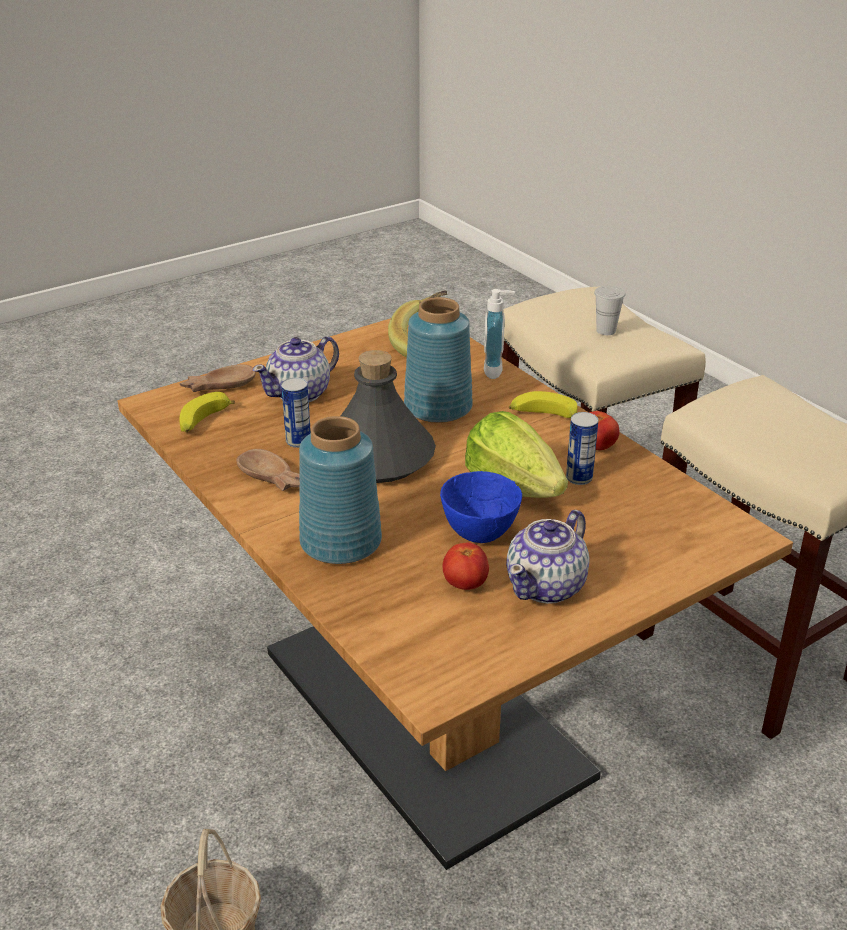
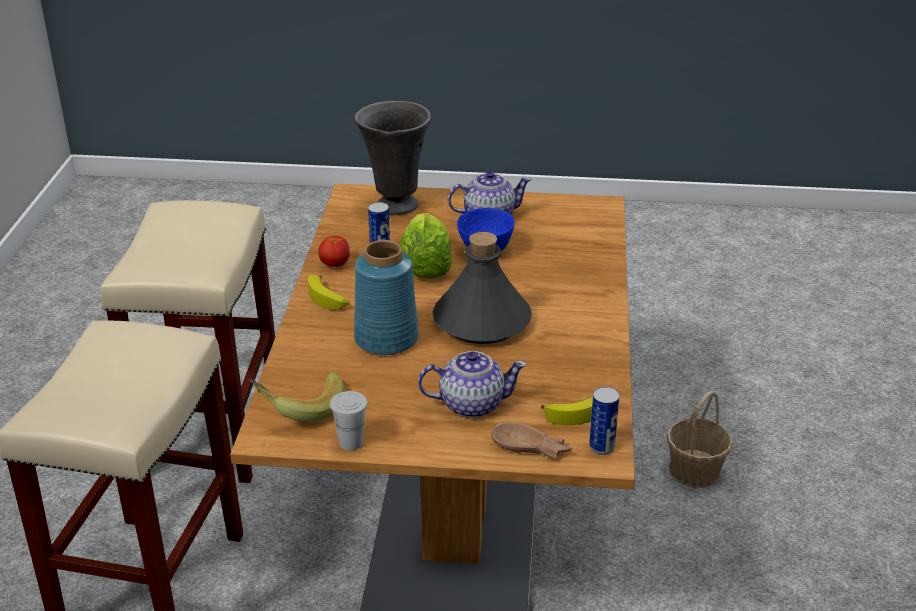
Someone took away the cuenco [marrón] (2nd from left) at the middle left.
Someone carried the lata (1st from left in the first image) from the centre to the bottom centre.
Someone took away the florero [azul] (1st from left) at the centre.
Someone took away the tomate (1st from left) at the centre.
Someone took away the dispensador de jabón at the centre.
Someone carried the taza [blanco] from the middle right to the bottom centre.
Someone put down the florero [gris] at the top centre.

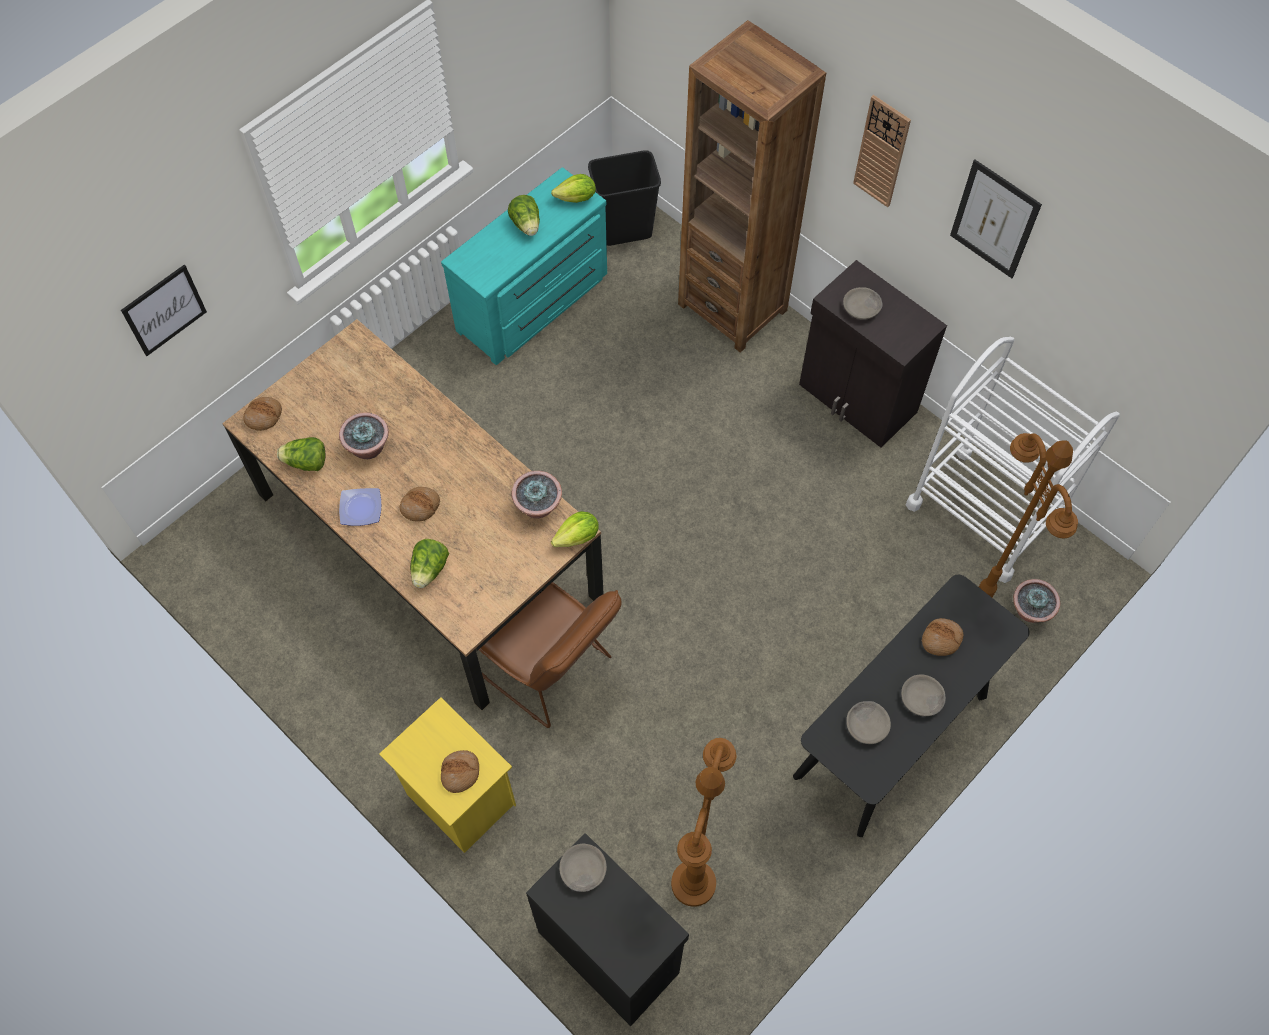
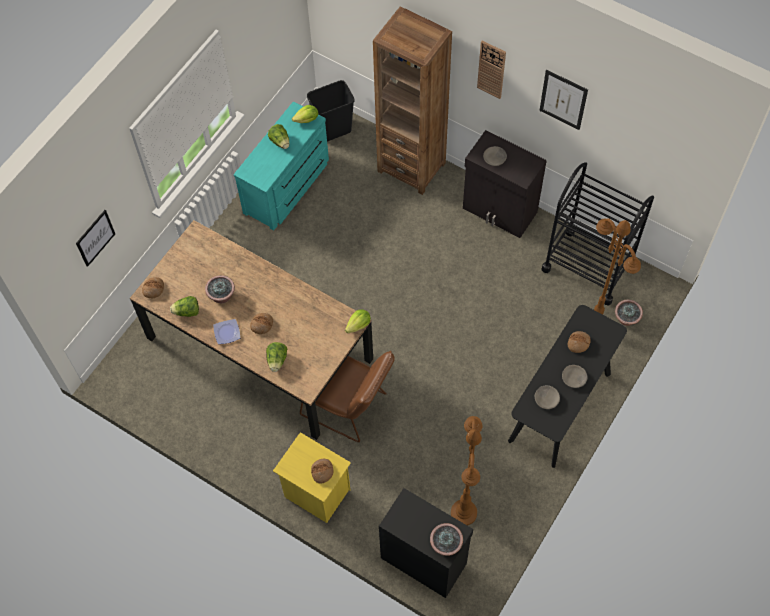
Someone carried the planta en maceta (2nd from left) from the centre to the bottom centre.
Someone took away the cuenco [gris] (1st from left) at the bottom centre.
Someone repainted the carrito [blanco] at the middle right, which became the carrito [negro] at the middle right.

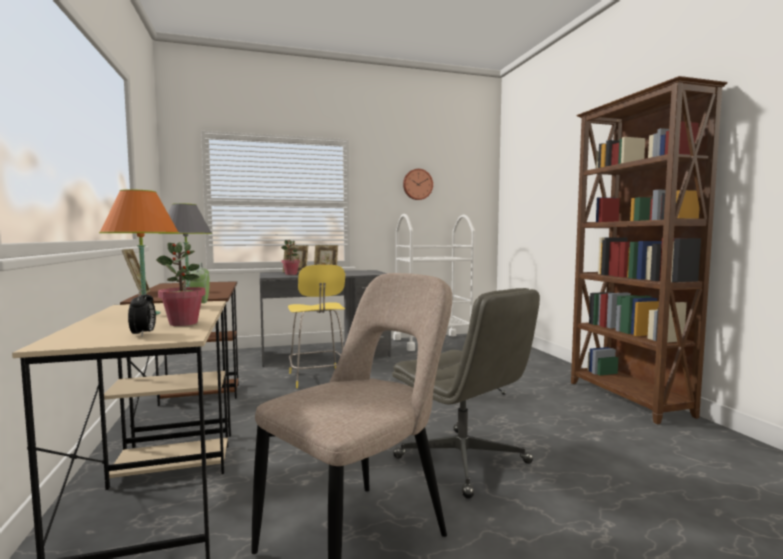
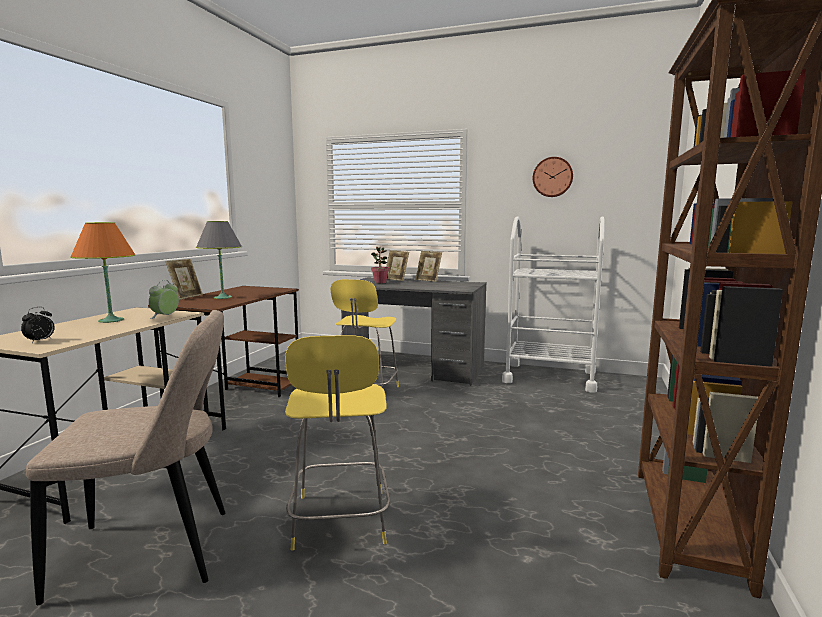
Someone took away the planta en maceta (1st from left) at the middle left.
Someone swapped the silla de oficina [gris] at the bottom centre for the taburete [amarillo] (1st from left) at the bottom centre.

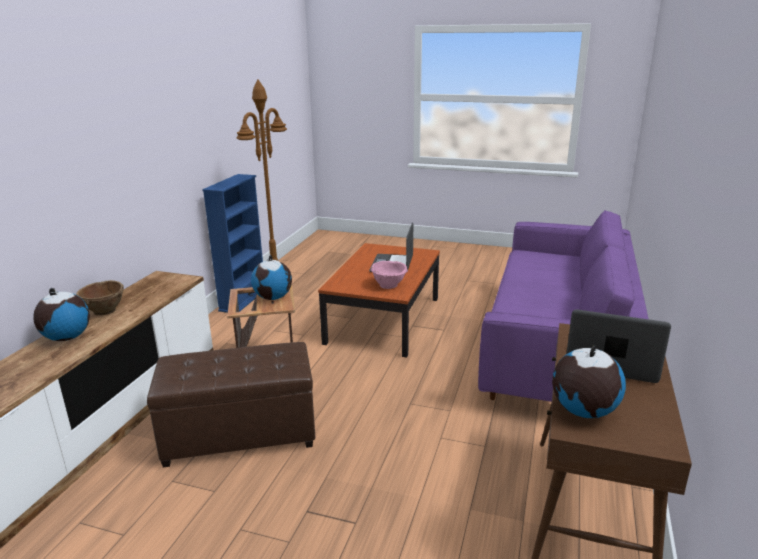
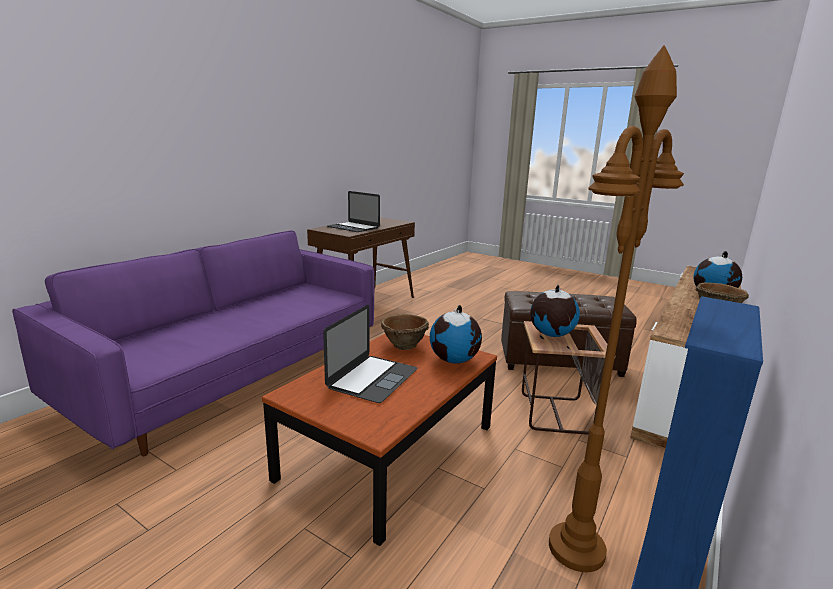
Someone repainted the cuenco [rosa] at the centre, which became the cuenco [marrón] (1st from left) at the centre.
Someone carried the globo terráqueo (3rd from left in the first image) from the bottom right to the centre.

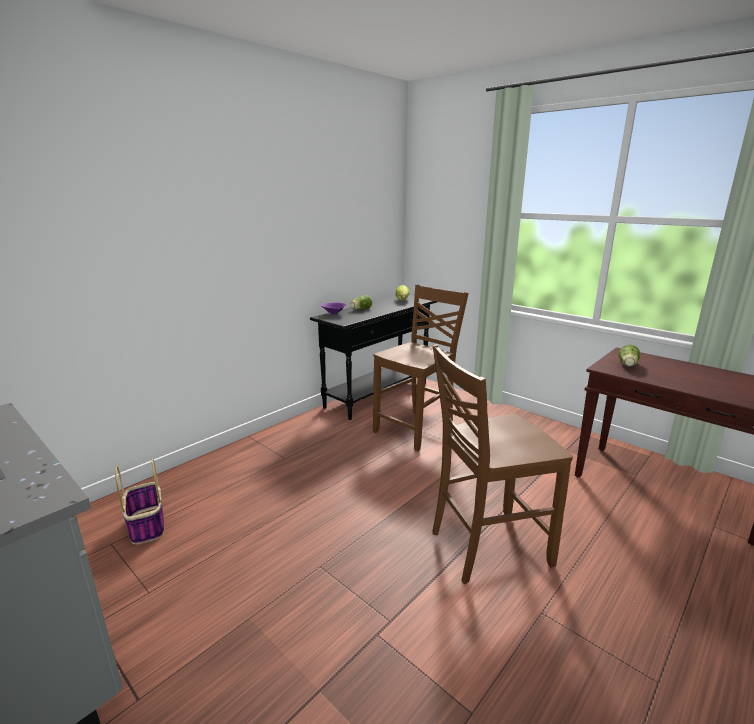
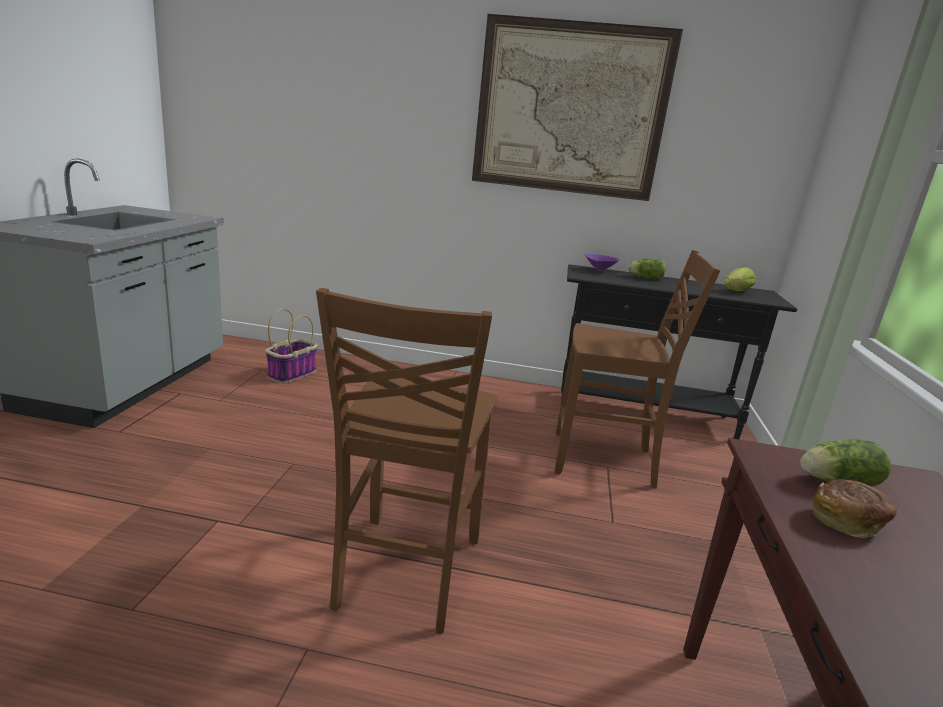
Someone rotated the silla [marrón] (2nd from left in the first image) at the centre by 120 degrees counterclockwise.
Someone put up the cuadro at the top centre.
Someone put down the pan at the bottom right.

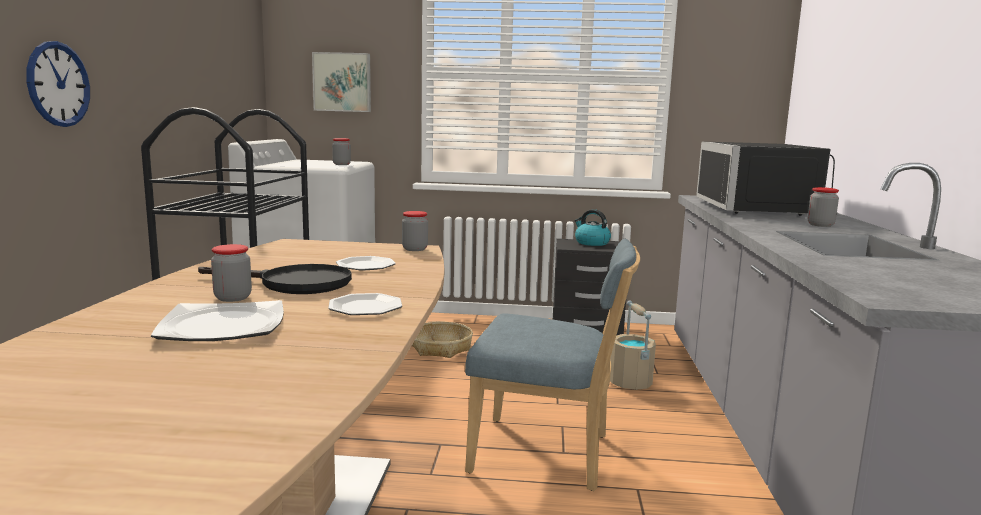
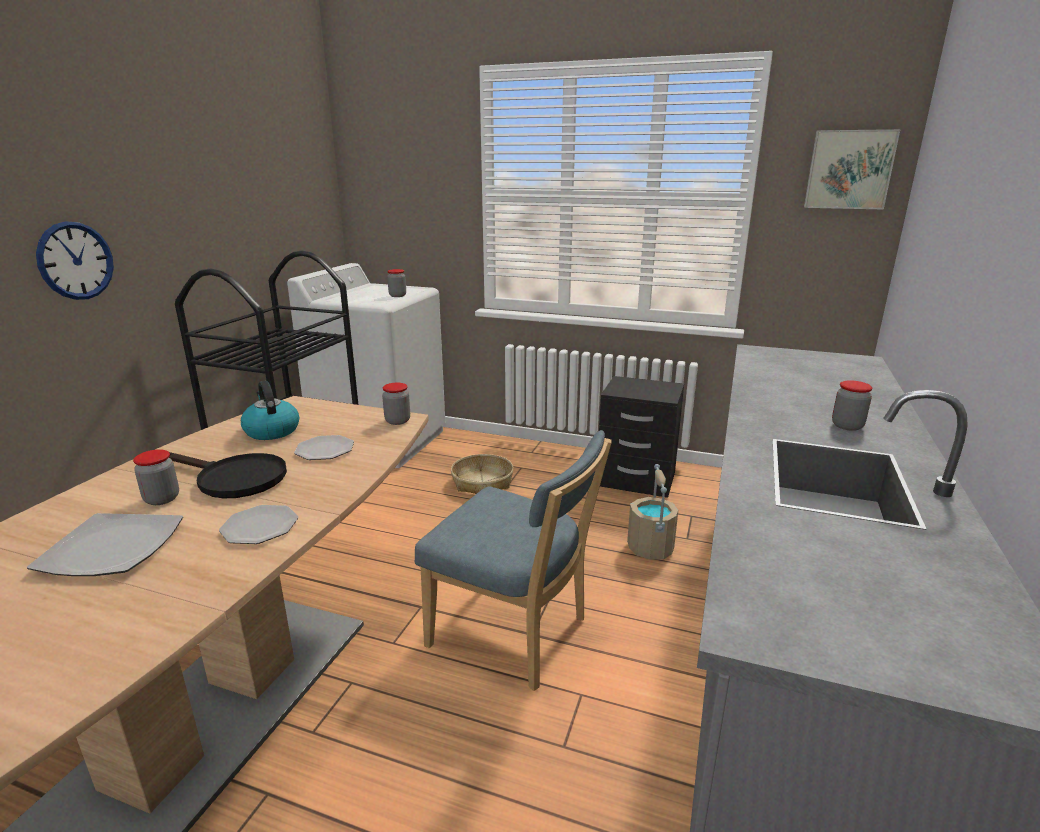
Someone carried the cuadro from the top centre to the top right.
Someone carried the hervidor from the centre to the middle left.
Someone took away the microondas [negro] at the middle right.

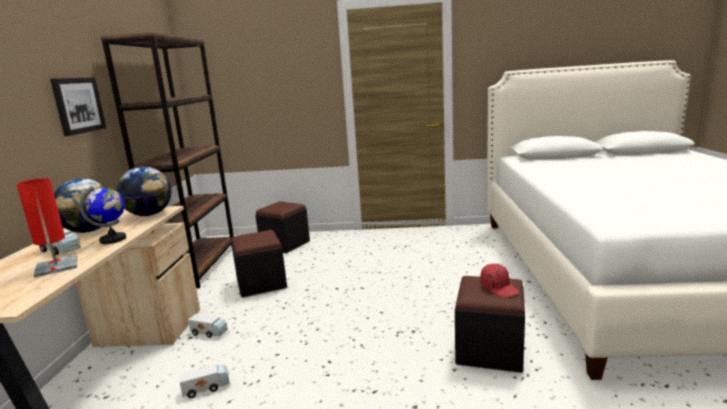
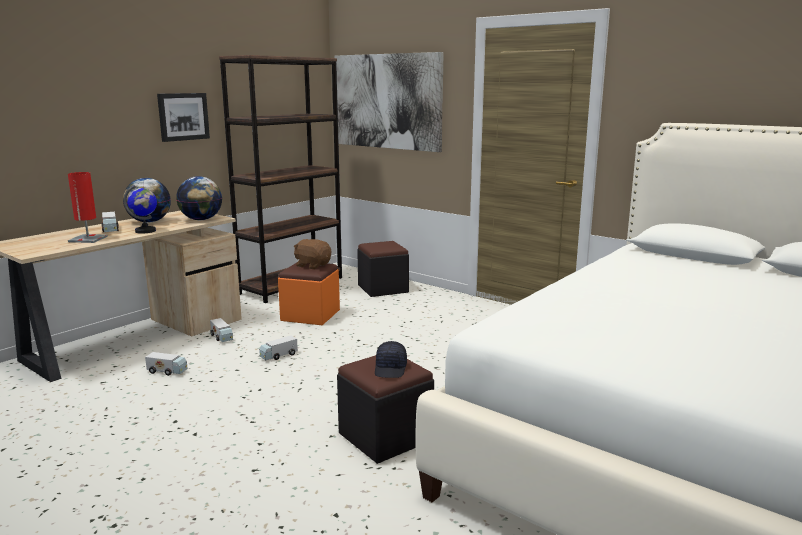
Someone repainted the puf [negro] (1st from left) at the centre, which became the puf [naranja] at the centre.
Someone repainted the gorra [rojo] at the bottom right, which became the gorra [negro] at the bottom centre.
Someone put down the camión de juguete (4th from left) at the centre.
Someone put down the peluche [marrón] at the centre.
Someone put up the cuadro (2nd from left) at the top centre.

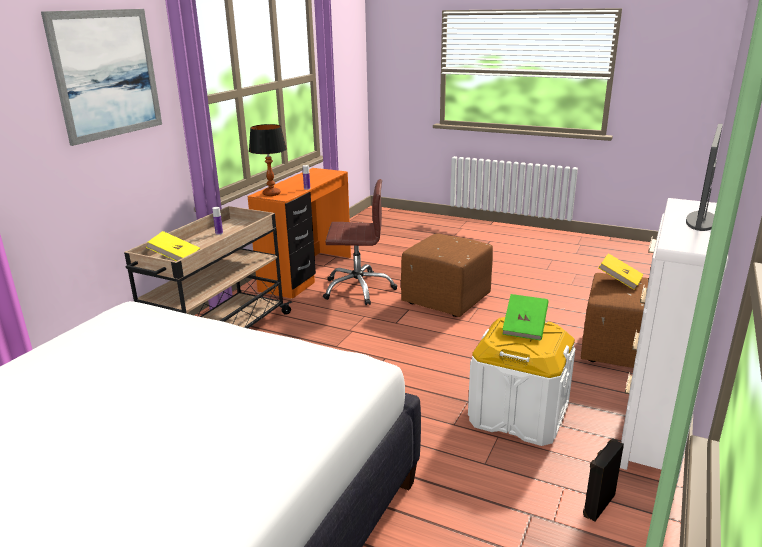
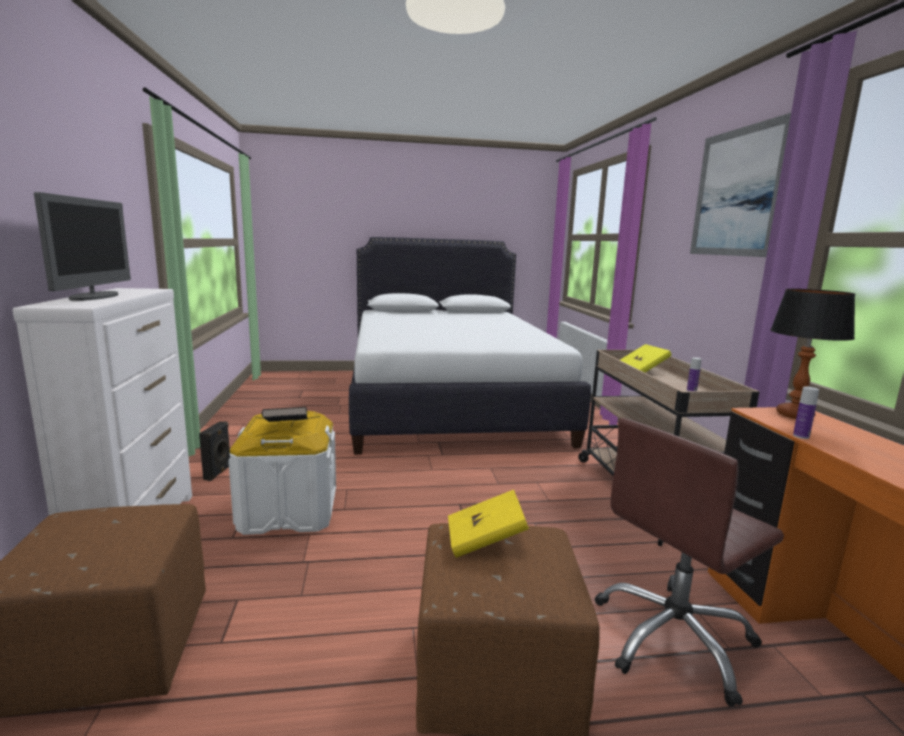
Someone repainted the libro [verde] at the middle right, which became the libro [negro] at the middle left.
Someone carried the libro [amarillo] (2nd from left in the first image) from the middle right to the bottom centre.

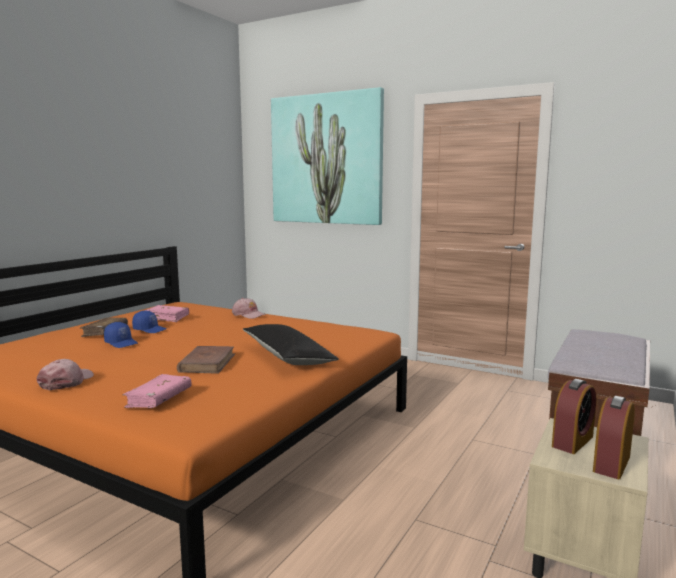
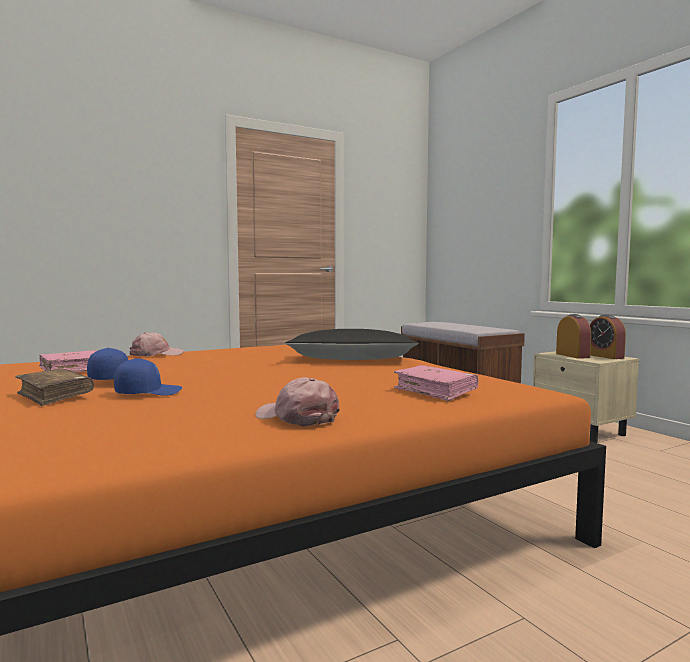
Someone took away the libro [marrón] (2nd from left) at the middle left.
Someone took away the cuadro at the top centre.

